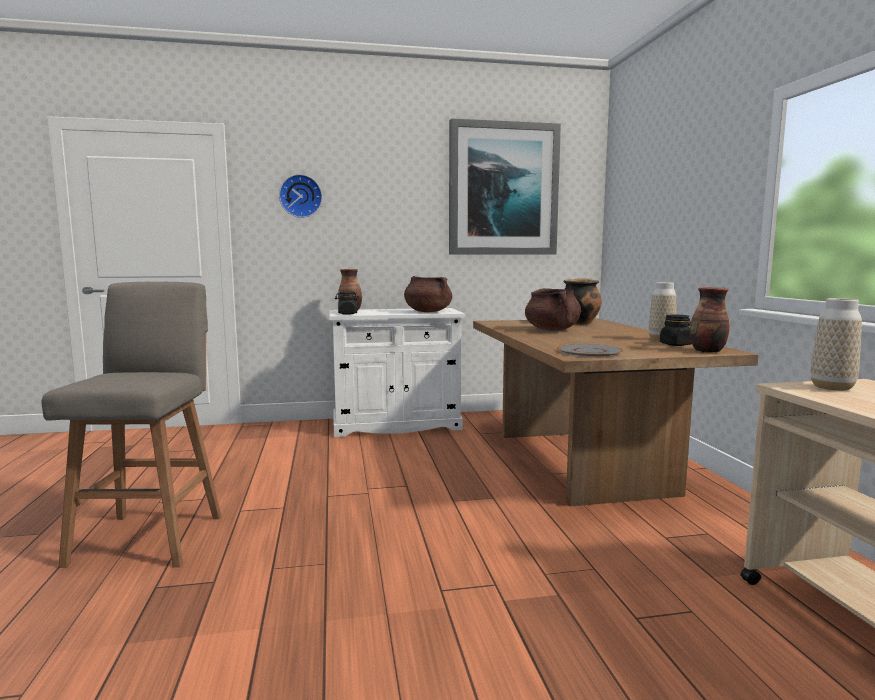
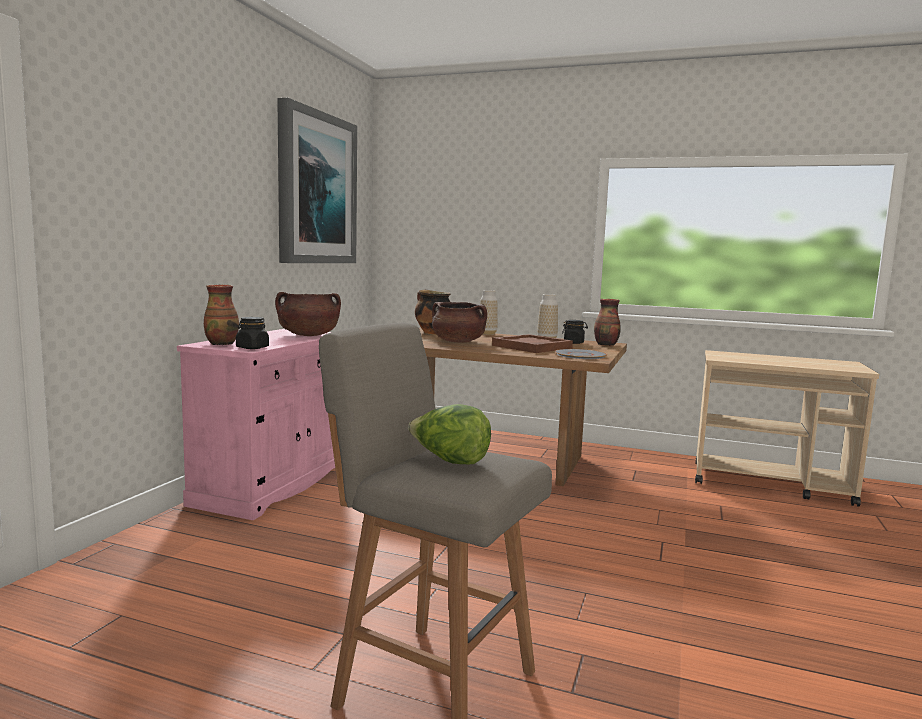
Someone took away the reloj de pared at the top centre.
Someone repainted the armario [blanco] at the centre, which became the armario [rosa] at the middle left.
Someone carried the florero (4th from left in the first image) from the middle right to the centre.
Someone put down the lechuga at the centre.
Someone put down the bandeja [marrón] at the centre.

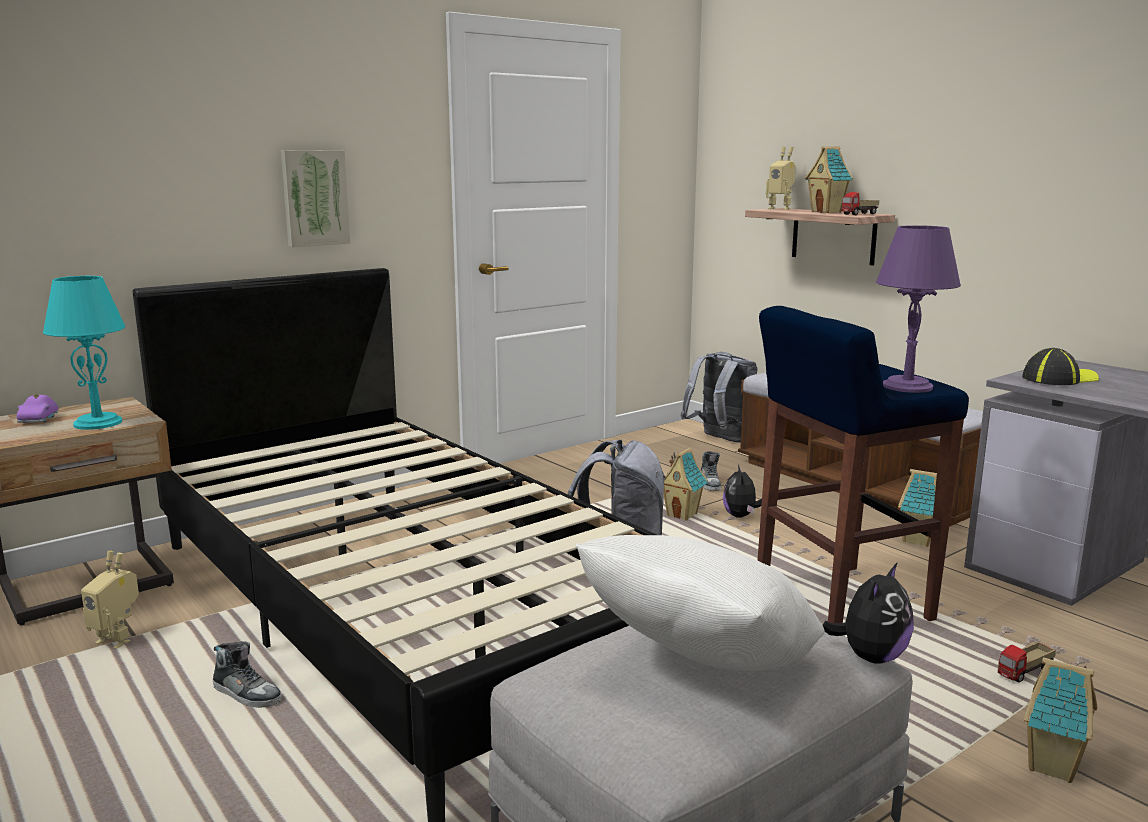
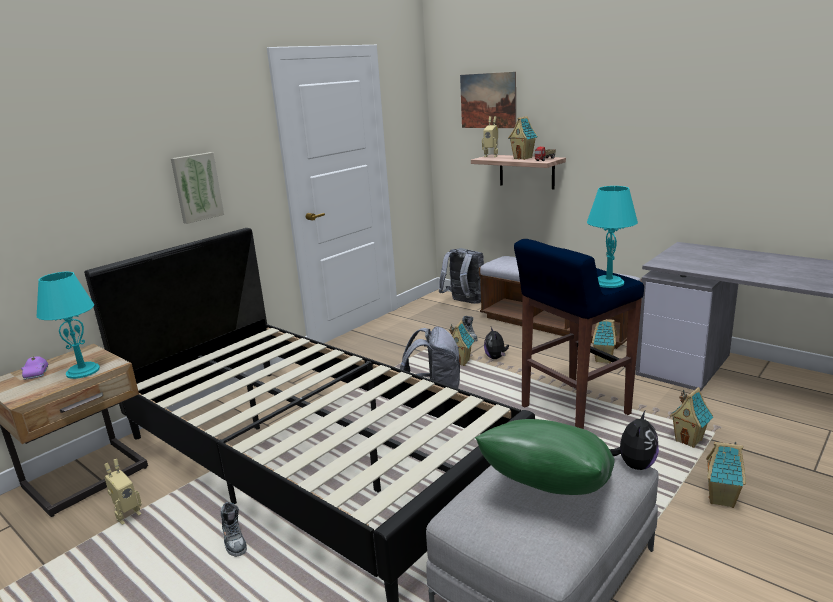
Someone rotated the robot de juguete (1st from left) at the bottom left by 60 degrees counterclockwise.
Someone rotated the zapato (1st from left) at the bottom left by 45 degrees clockwise.
Someone repainted the cojín [blanco] at the bottom centre, which became the cojín [verde] at the bottom centre.
Someone repainted the lámpara de mesa [morado] at the middle right, which became the lámpara de mesa [turquesa] (2nd from left) at the middle right.
Someone swapped the camión de juguete (2nd from left) at the bottom right for the casita (4th from left) at the bottom right.
Someone took away the gorra at the middle right.
Someone put up the cuadro (2nd from left) at the top centre.

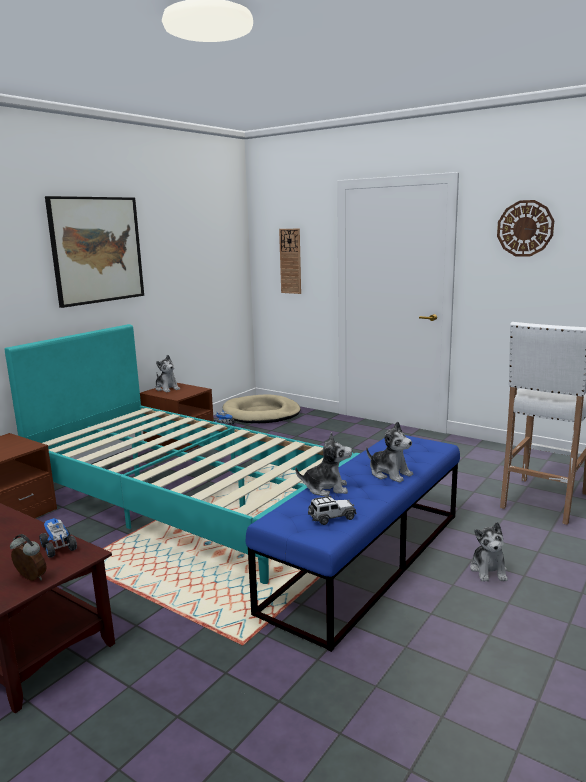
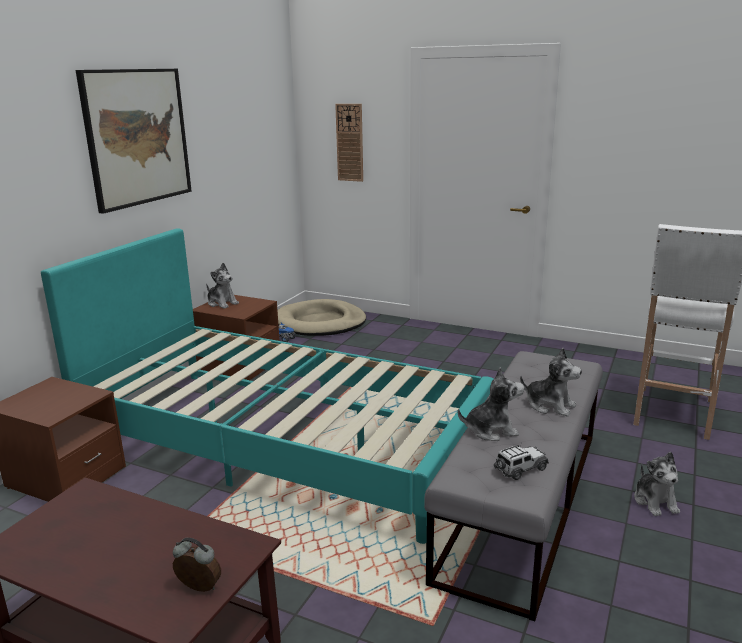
Someone took away the camión de juguete (1st from left) at the bottom left.
Someone repainted the banco [azul] at the bottom centre, which became the banco [gris] at the bottom right.
Someone took away the reloj de pared (2nd from left) at the top right.

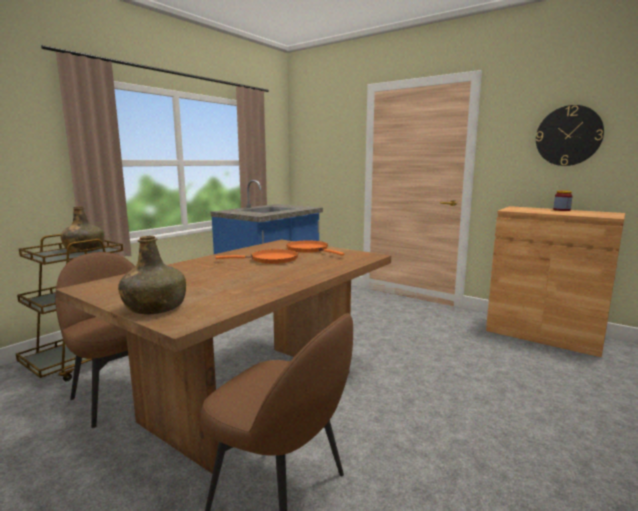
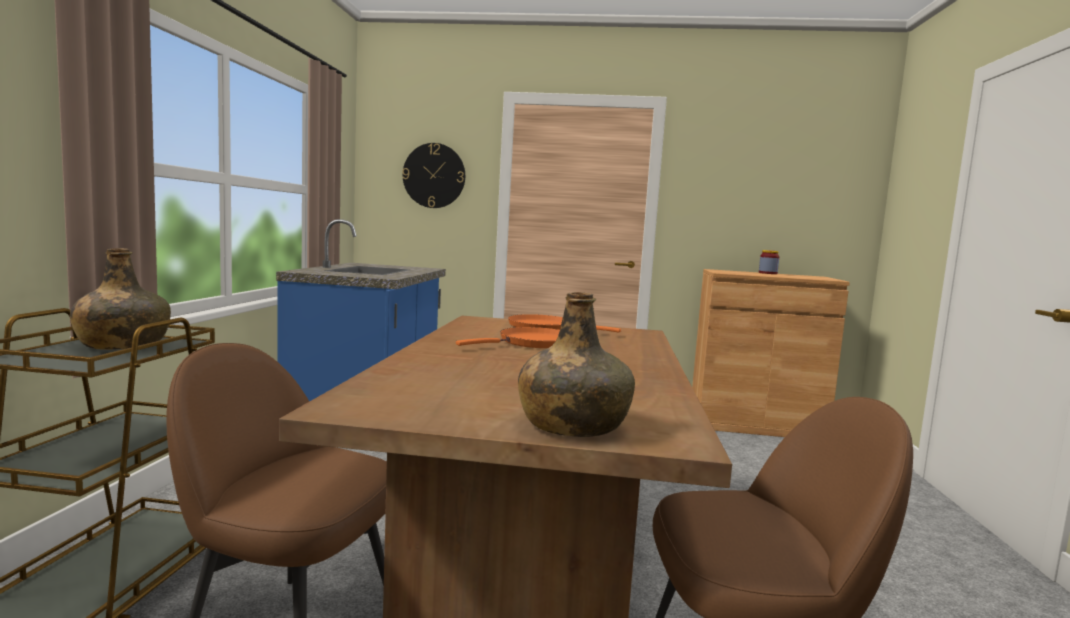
Someone carried the reloj de pared from the top right to the top centre.

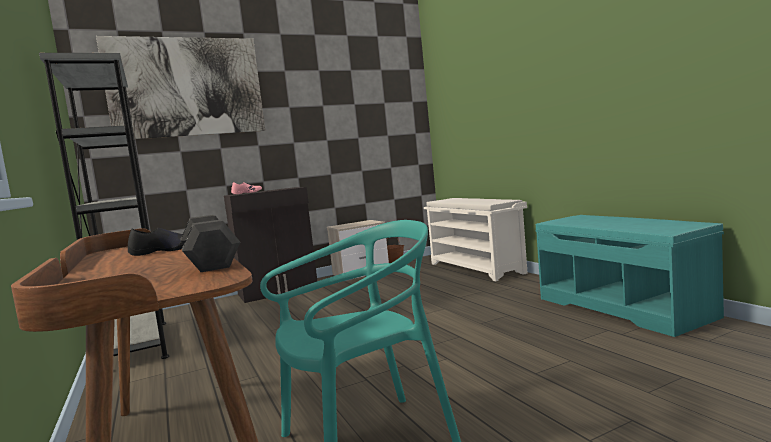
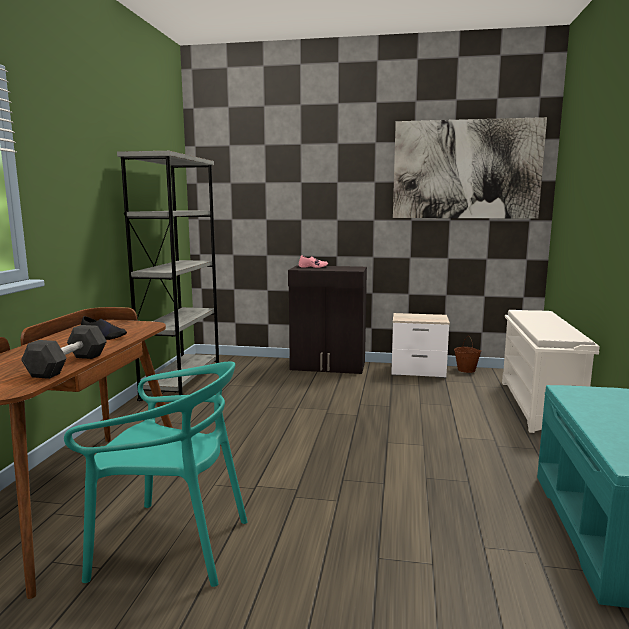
Someone carried the cuadro from the top left to the top right.

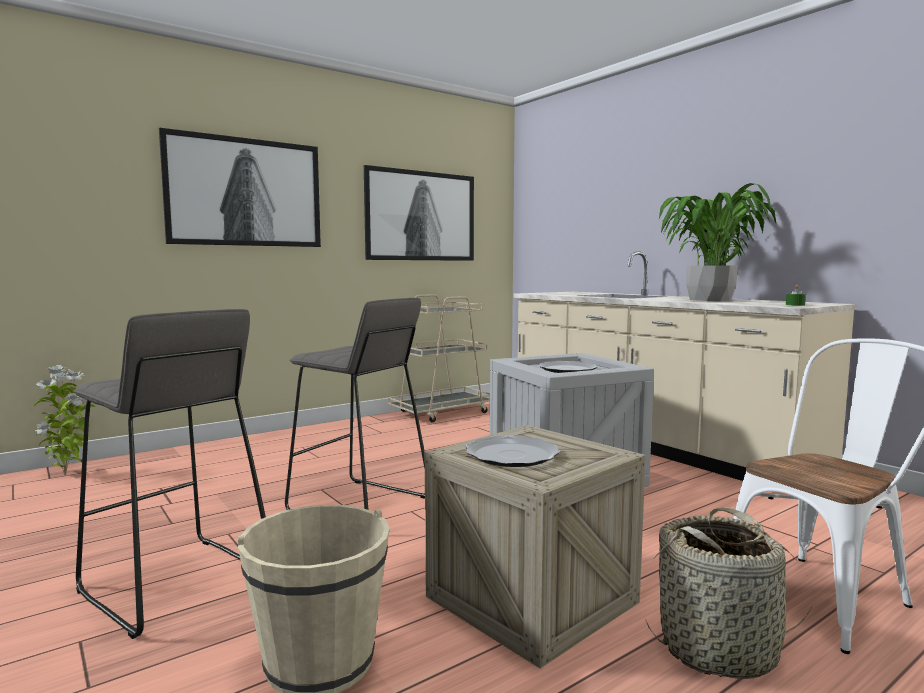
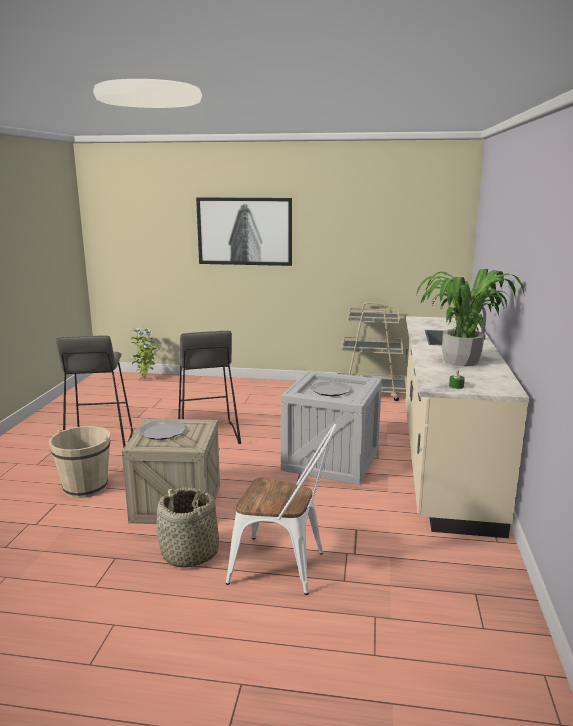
Someone took away the cuadro (2nd from left) at the top centre.

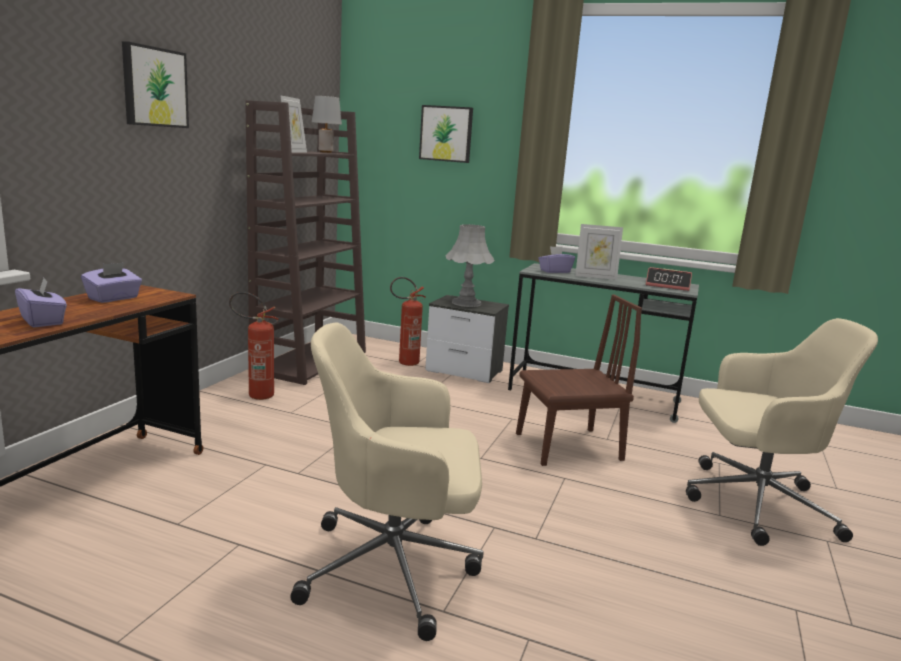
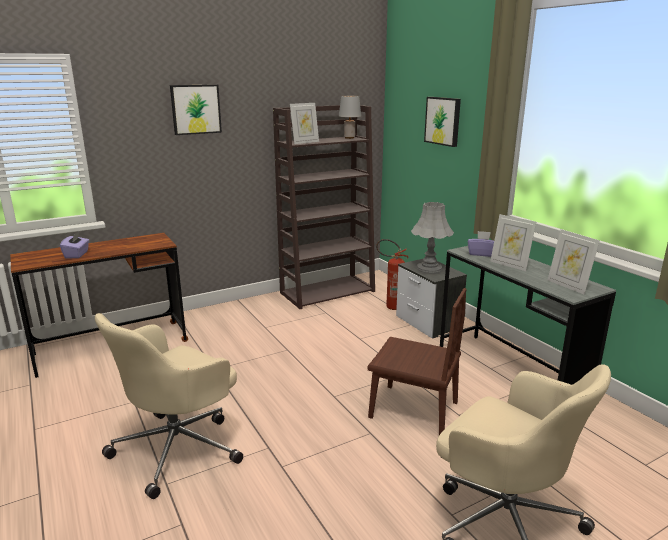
Someone took away the caja de pañuelos [morado] (2nd from left) at the middle left.
Someone took away the extintor (1st from left) at the middle left.
Someone rotated the silla de oficina [beis] (1st from left) at the bottom centre by 90 degrees counterclockwise.
Someone swapped the despertador at the middle right for the portarretratos (3rd from left) at the middle right.

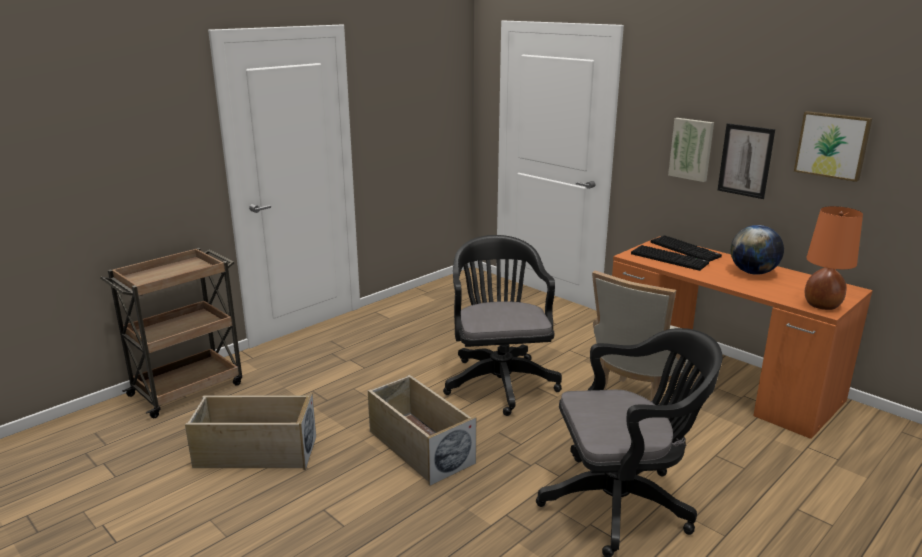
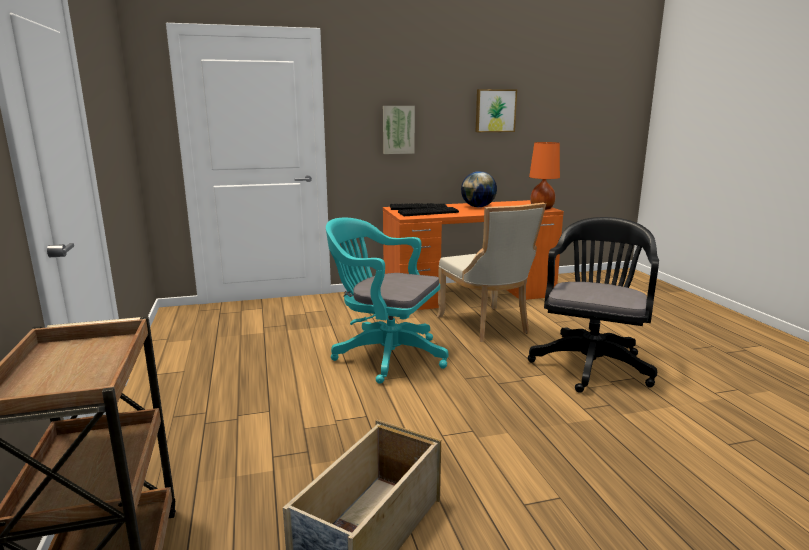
Someone took away the caja de almacenaje [beis] (2nd from left) at the bottom centre.
Someone repainted the silla de oficina [negro] (1st from left) at the centre, which became the silla de oficina [turquesa] at the centre.
Someone took away the cuadro (2nd from left) at the top right.

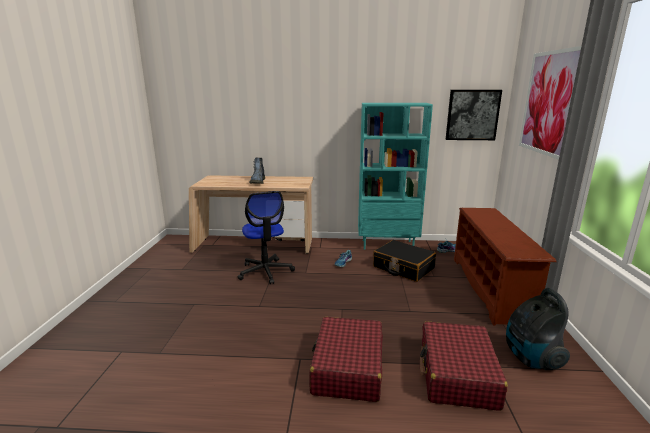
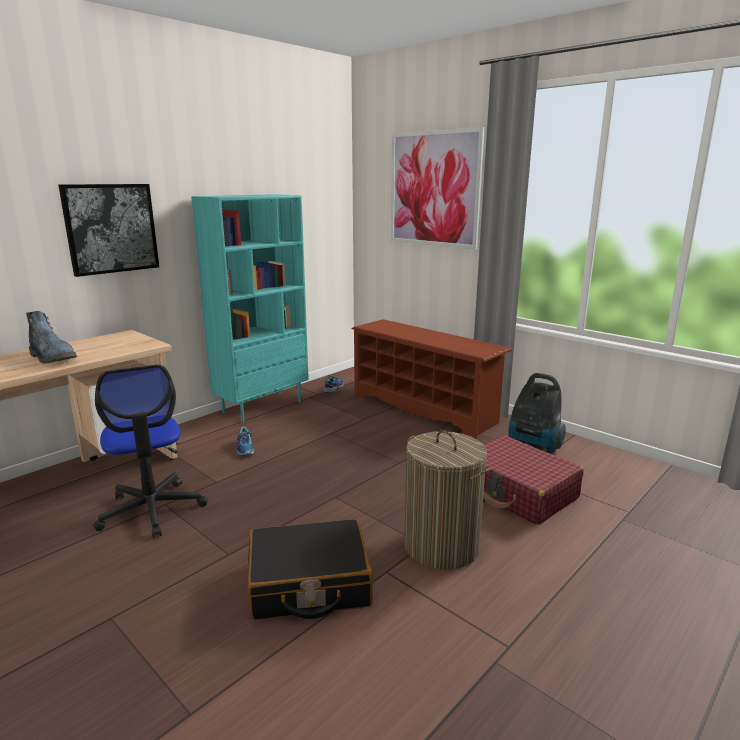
Someone rotated the silla de oficina at the centre by 45 degrees clockwise.
Someone swapped the maleta [rojo] (1st from left) at the bottom centre for the cesto de la ropa at the bottom centre.
Someone carried the maleta [negro] from the centre to the bottom centre.
Someone carried the cuadro (1st from left) from the top right to the top left.

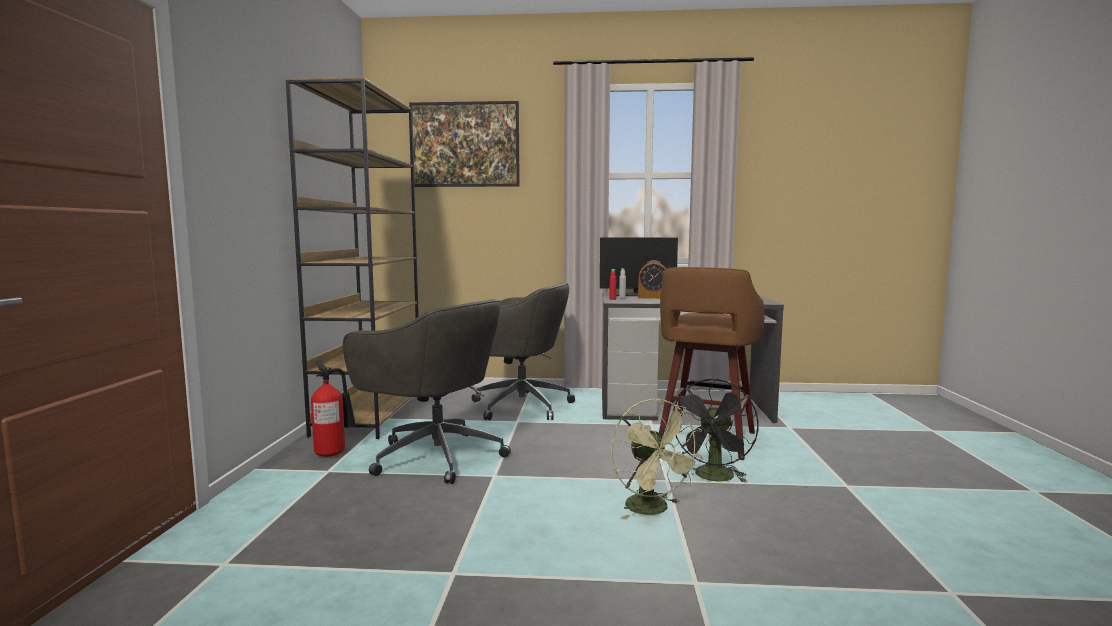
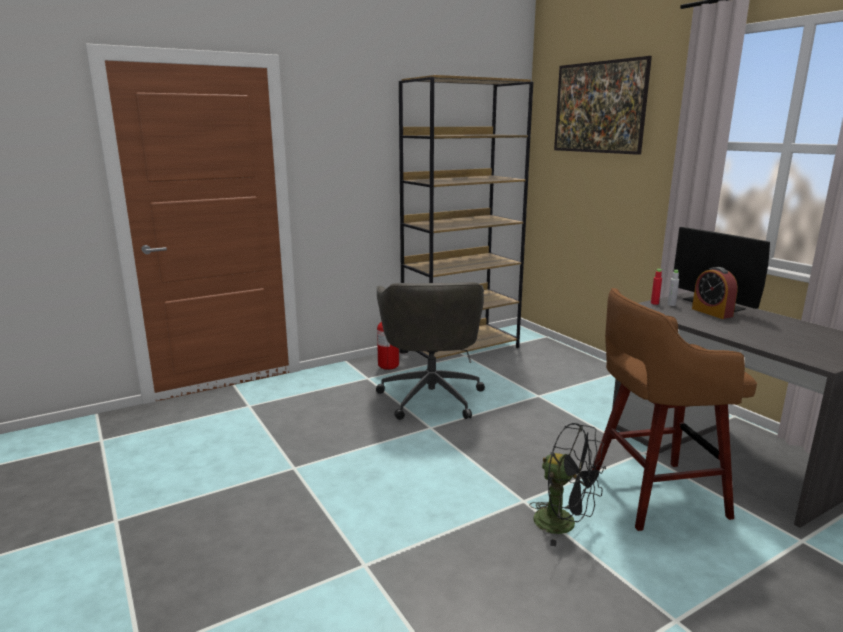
Someone took away the silla de oficina [gris] (2nd from left) at the centre.
Someone took away the ventilador [verde] at the bottom centre.
Someone rotated the ventilador [negro] at the bottom centre by 135 degrees counterclockwise.

